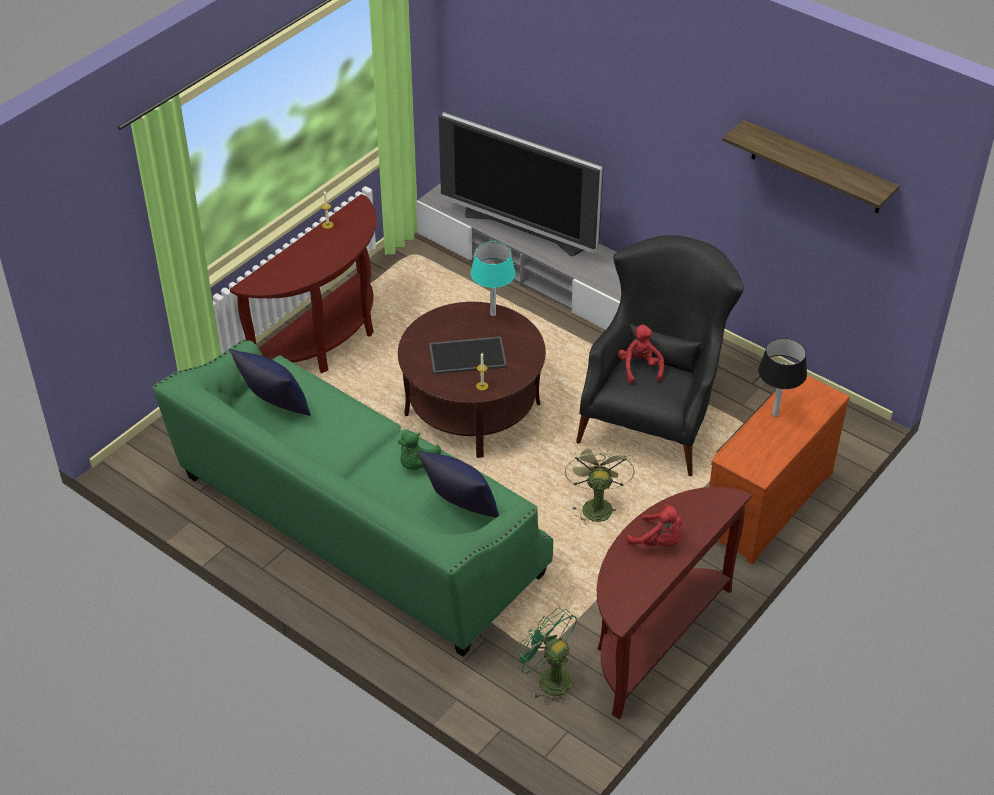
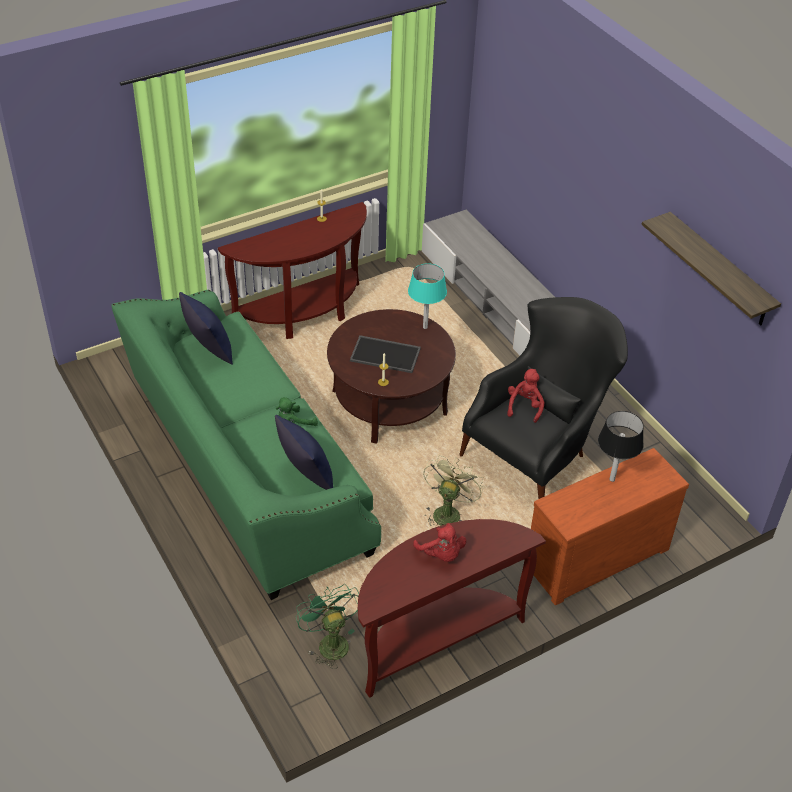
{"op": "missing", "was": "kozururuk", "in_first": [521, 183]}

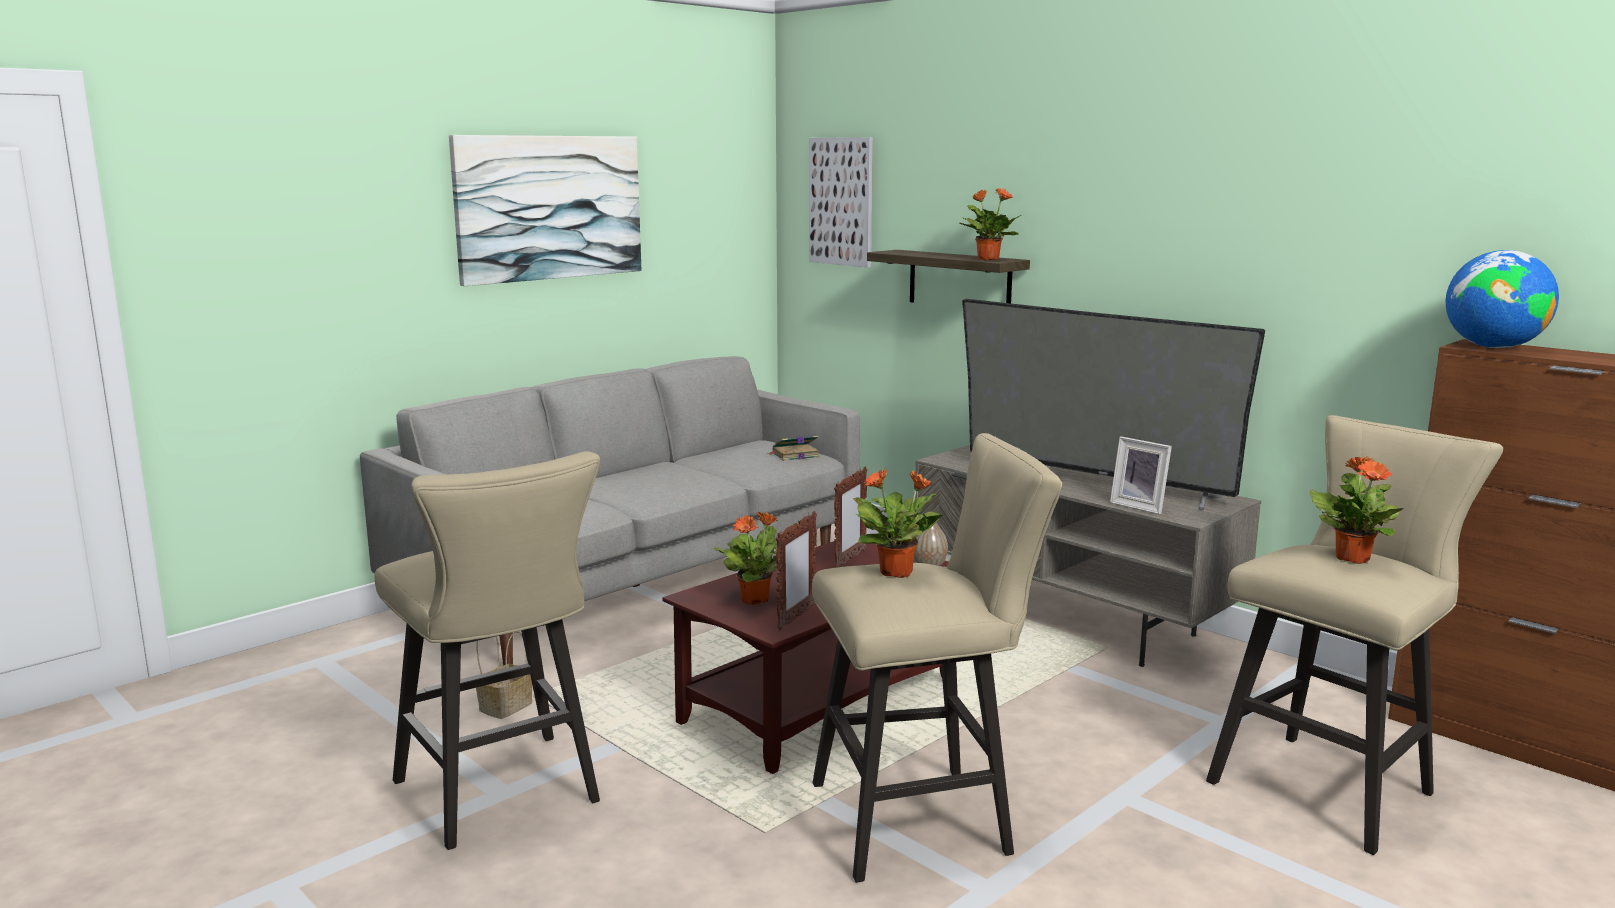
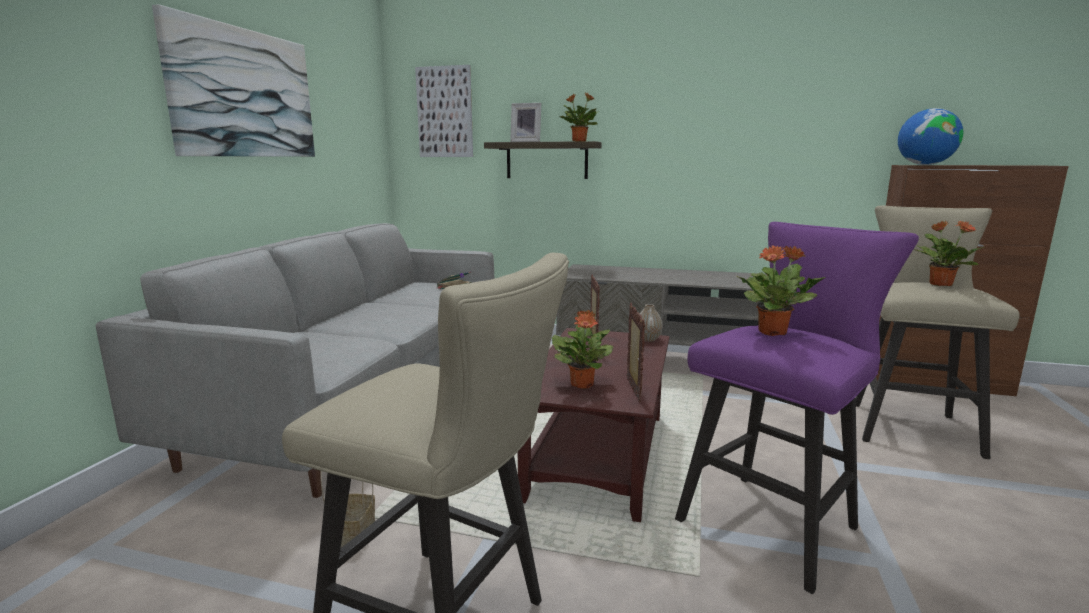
{"op": "relocated", "was": "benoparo", "in_first": [1141, 475], "in_second": [525, 122]}
{"op": "colour", "was": "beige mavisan", "now": "purple mavisan", "in_first": [937, 658], "in_second": [797, 408]}
{"op": "missing", "was": "kozururuk", "in_first": [1113, 405]}

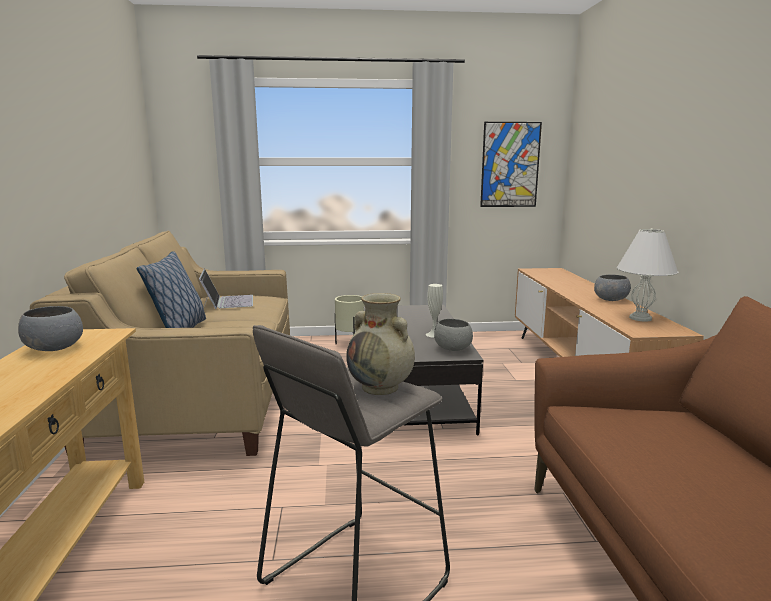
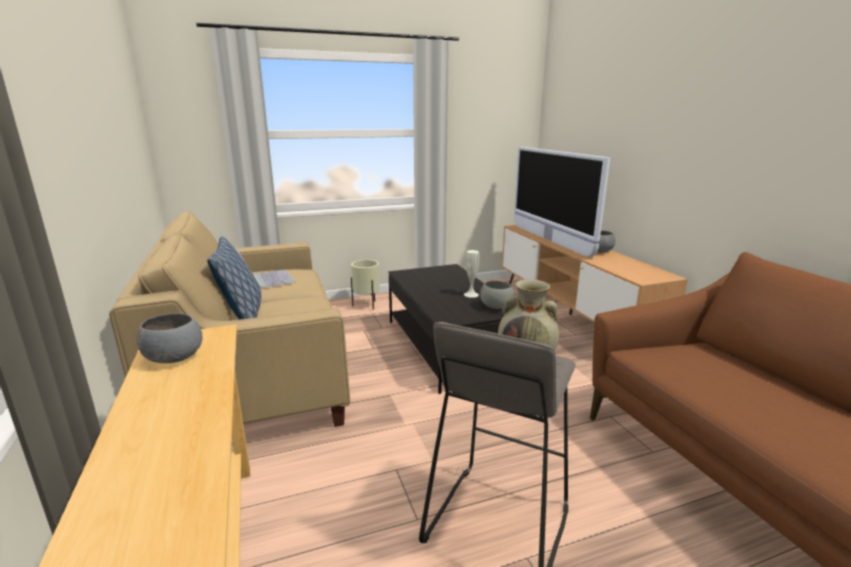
{"op": "appeared", "now": "kozururuk", "in_second": [562, 202]}
{"op": "missing", "was": "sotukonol", "in_first": [511, 164]}
{"op": "missing", "was": "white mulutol", "in_first": [647, 275]}

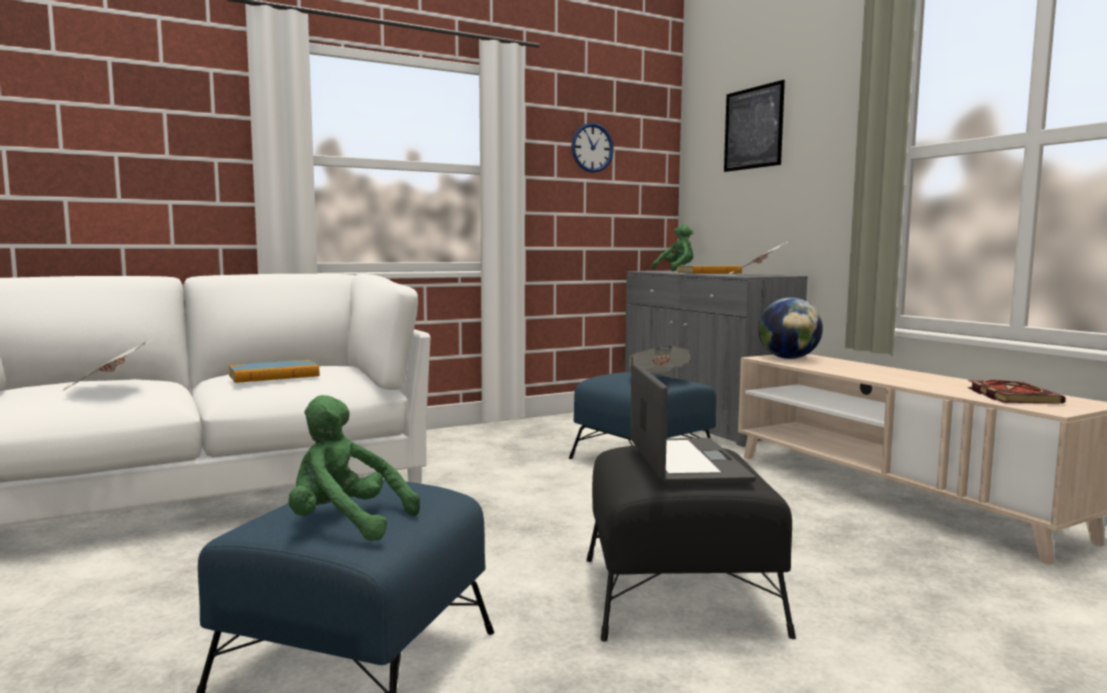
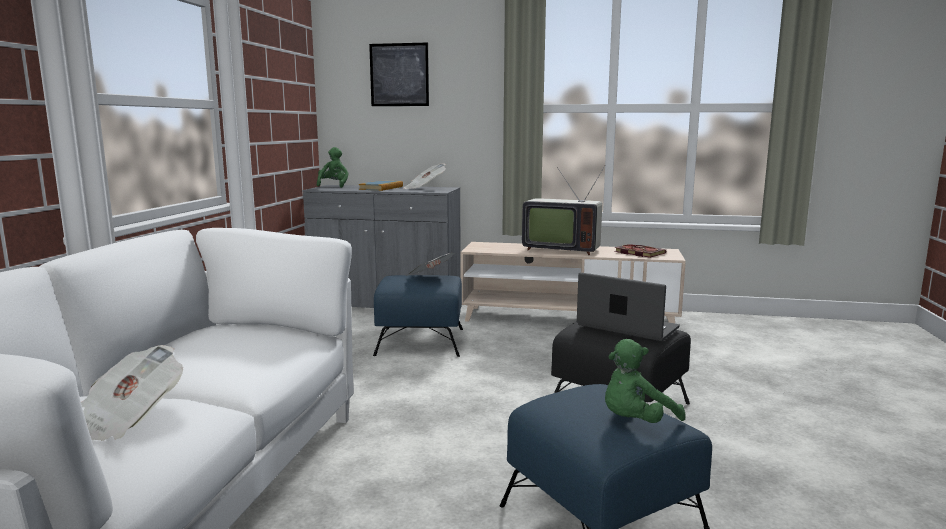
{"op": "appeared", "now": "kozururuk", "in_second": [563, 210]}
{"op": "missing", "was": "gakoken", "in_first": [273, 371]}
{"op": "missing", "was": "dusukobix", "in_first": [592, 148]}
{"op": "missing", "was": "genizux", "in_first": [790, 328]}

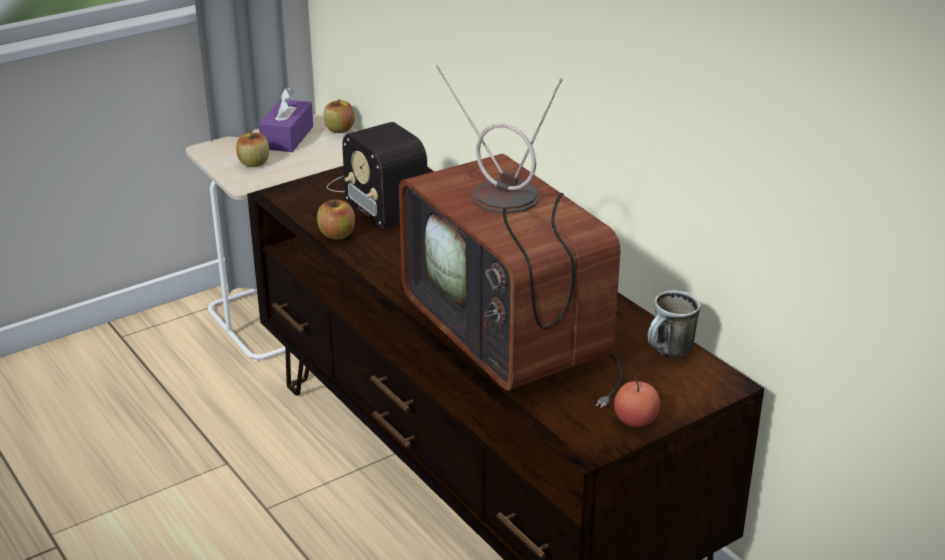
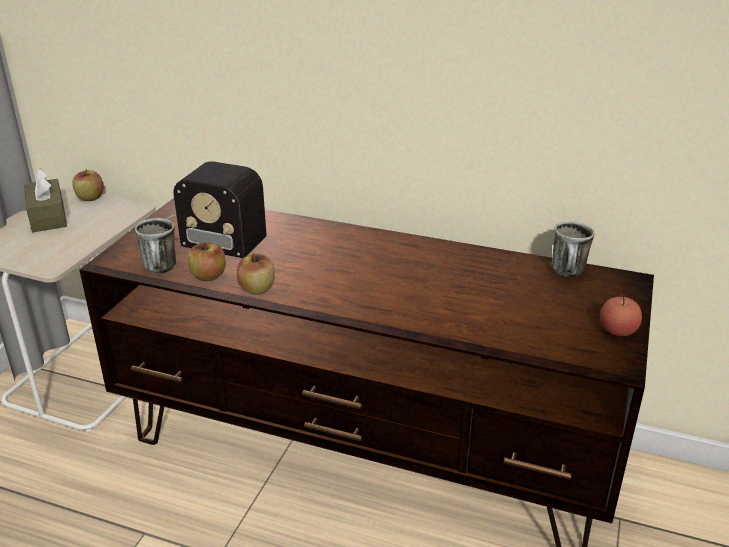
{"op": "colour", "was": "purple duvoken", "now": "brown duvoken", "in_first": [286, 120], "in_second": [45, 200]}
{"op": "appeared", "now": "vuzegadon", "in_second": [155, 246]}
{"op": "relocated", "was": "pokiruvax", "in_first": [252, 148], "in_second": [256, 274]}
{"op": "missing", "was": "kozururuk", "in_first": [511, 236]}

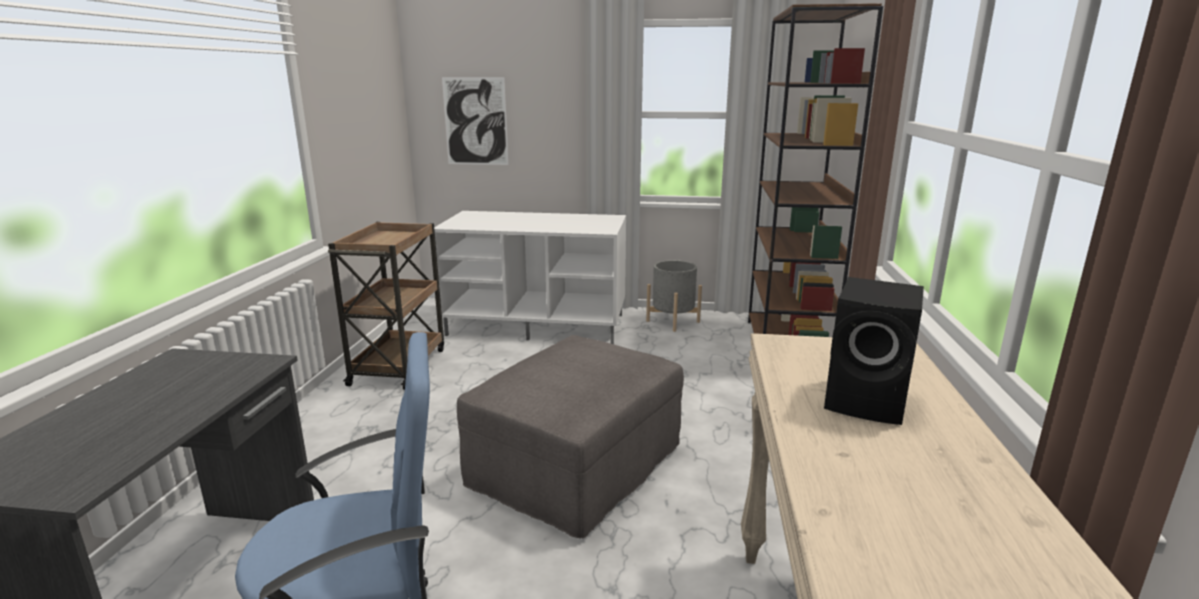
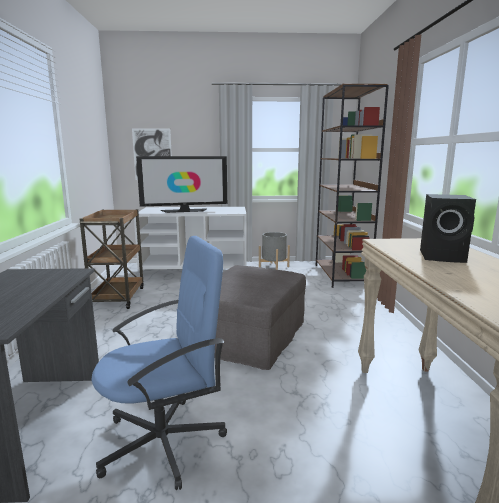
{"op": "appeared", "now": "kozururuk", "in_second": [181, 184]}

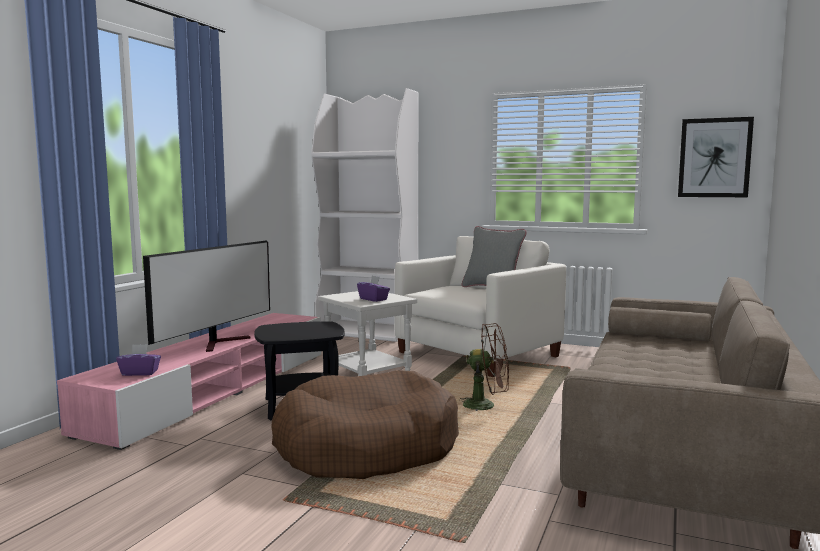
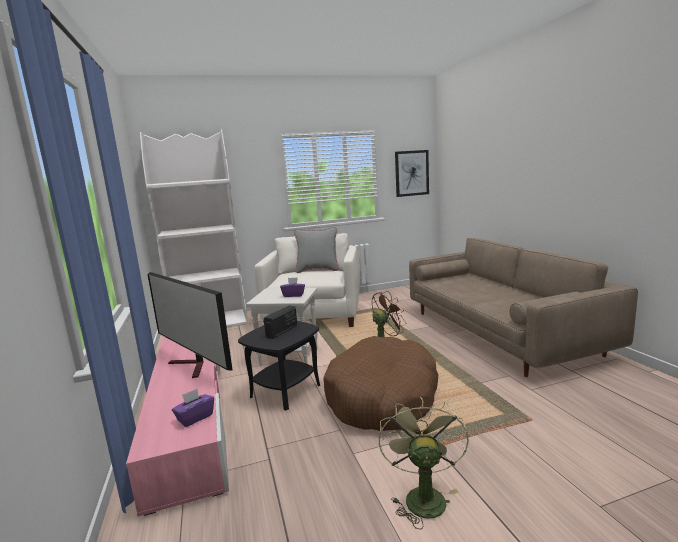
{"op": "spun", "was": "kozururuk", "in_first": [206, 296], "in_second": [190, 325], "clockwise": 150}
{"op": "appeared", "now": "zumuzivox", "in_second": [280, 322]}
{"op": "appeared", "now": "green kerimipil", "in_second": [424, 463]}

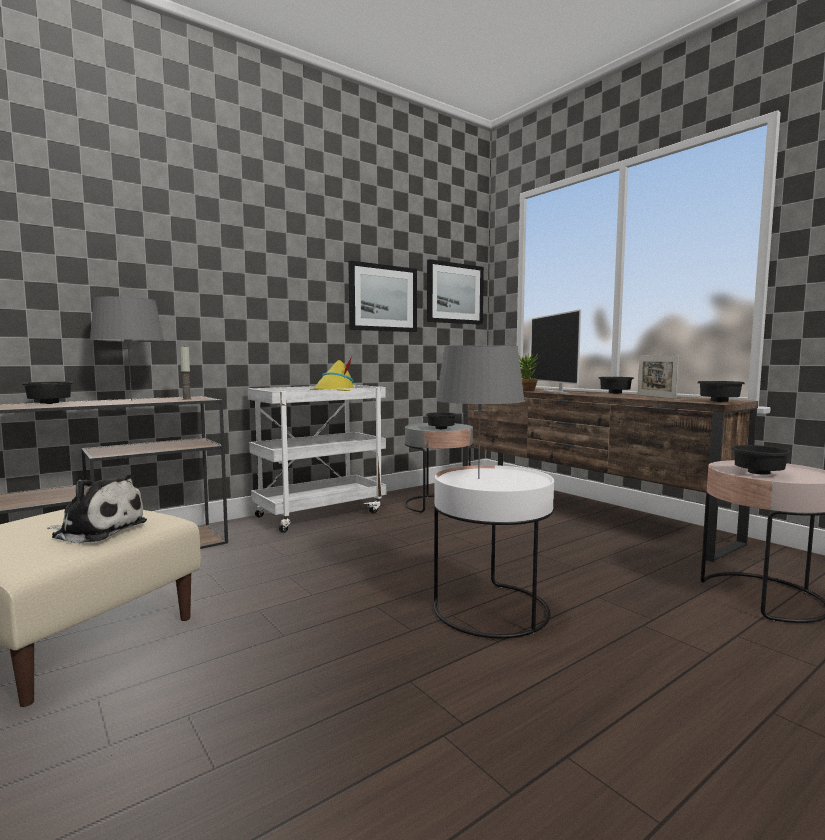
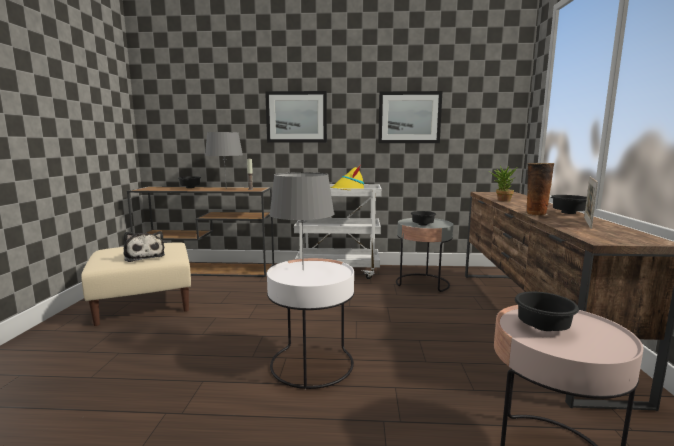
{"op": "relocated", "was": "sotukonol", "in_first": [455, 292], "in_second": [296, 117]}
{"op": "appeared", "now": "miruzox", "in_second": [540, 189]}
{"op": "missing", "was": "kozururuk", "in_first": [556, 351]}
{"op": "missing", "was": "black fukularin", "in_first": [721, 391]}

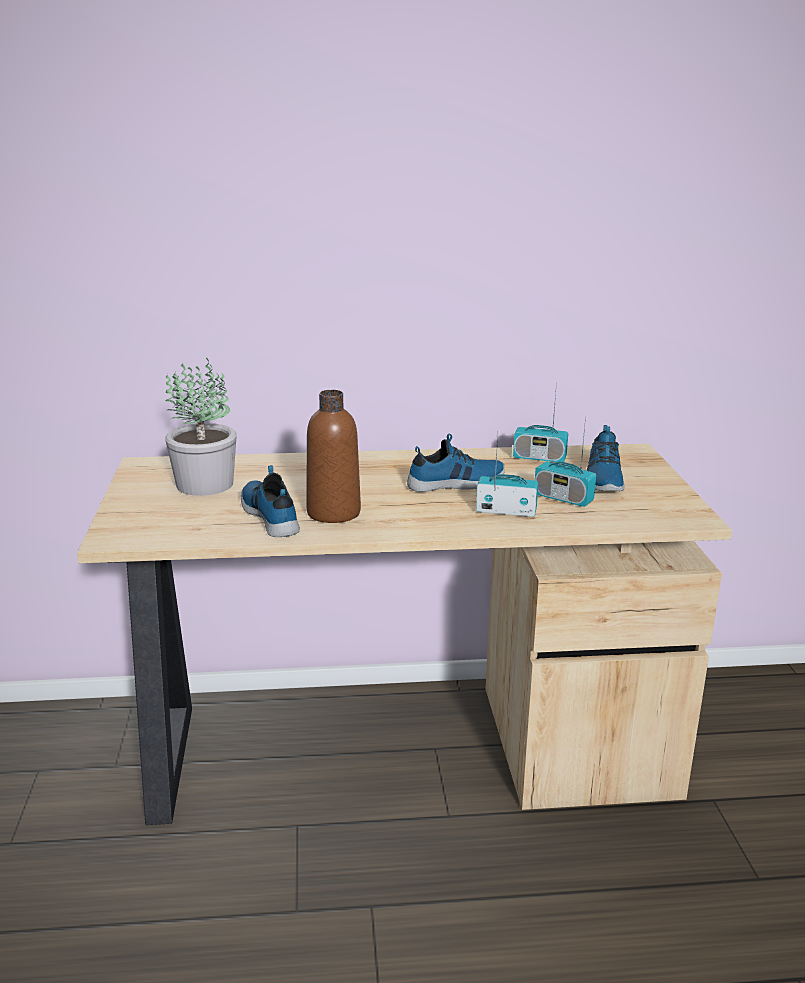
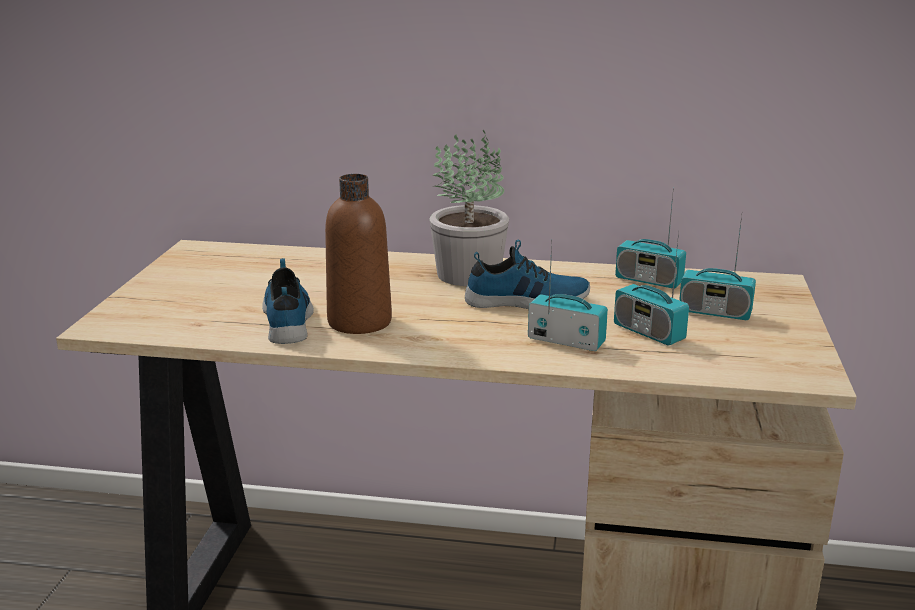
{"op": "relocated", "was": "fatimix", "in_first": [201, 426], "in_second": [469, 207]}
{"op": "exchanged", "was": "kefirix", "now": "zumuzivox", "in_first": [606, 458], "in_second": [717, 268]}

